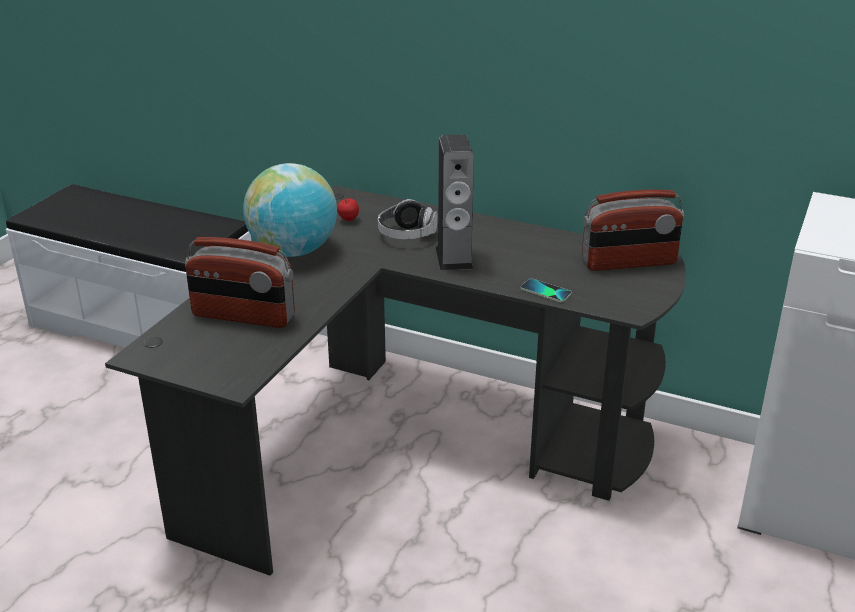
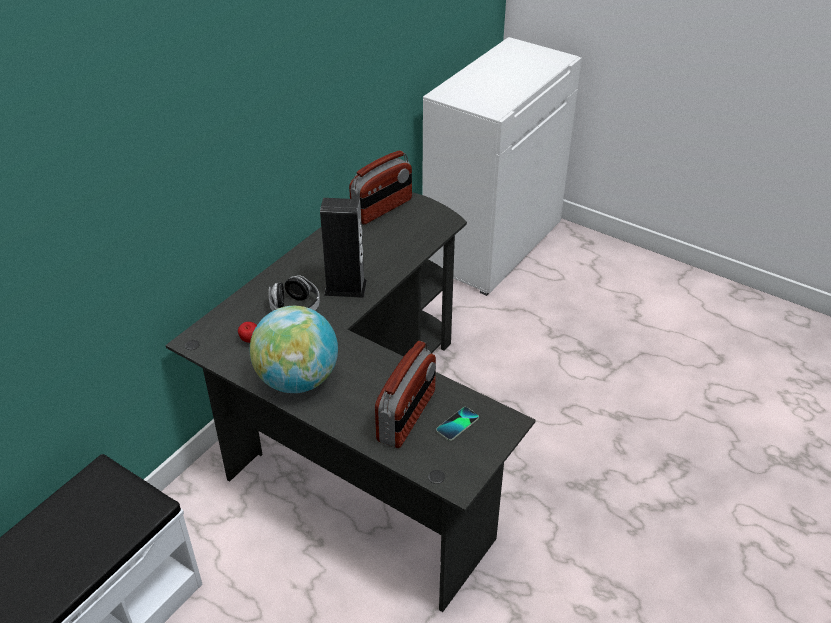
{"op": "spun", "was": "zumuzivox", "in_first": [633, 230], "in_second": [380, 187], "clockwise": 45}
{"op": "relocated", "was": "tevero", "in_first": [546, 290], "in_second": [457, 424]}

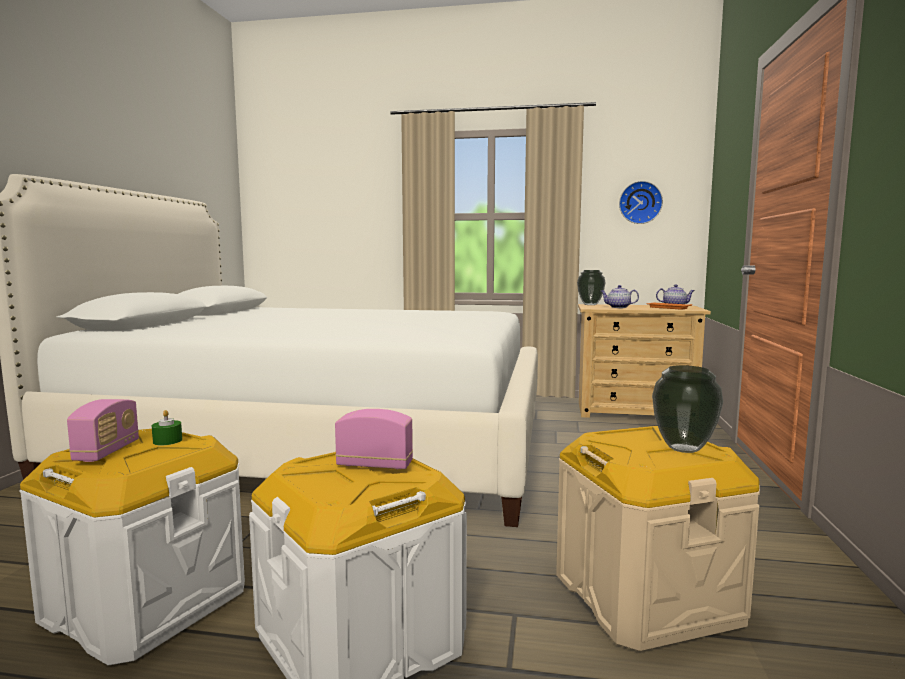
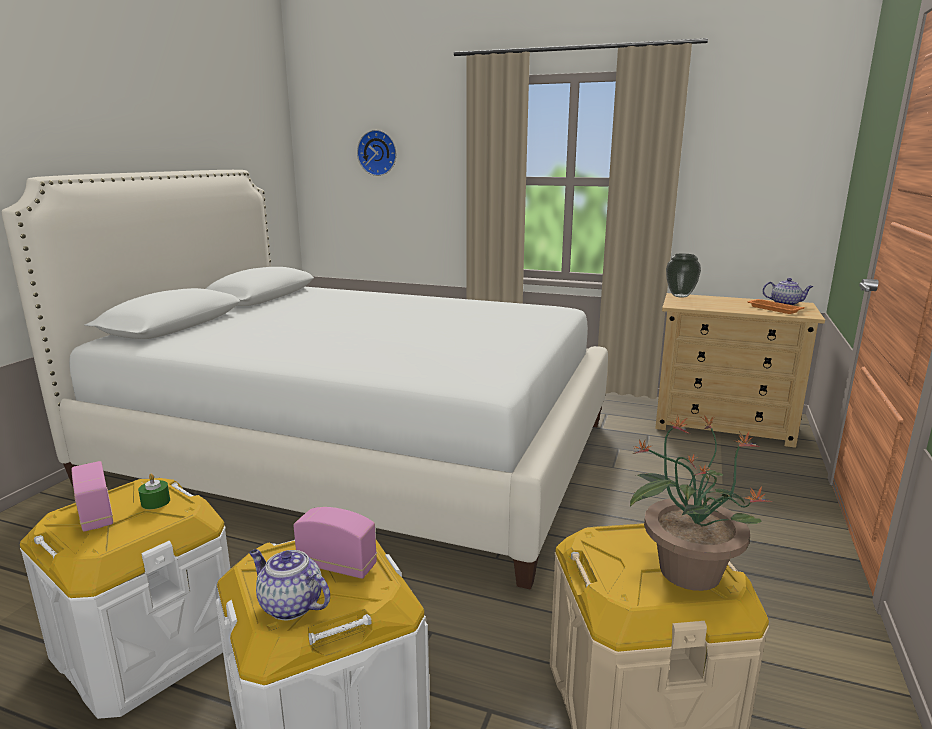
{"op": "spun", "was": "zumuzivox", "in_first": [103, 430], "in_second": [92, 496], "clockwise": 135}
{"op": "relocated", "was": "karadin", "in_first": [620, 296], "in_second": [289, 585]}
{"op": "relocated", "was": "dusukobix", "in_first": [641, 202], "in_second": [376, 153]}
{"op": "exchanged", "was": "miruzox", "now": "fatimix", "in_first": [687, 409], "in_second": [701, 502]}

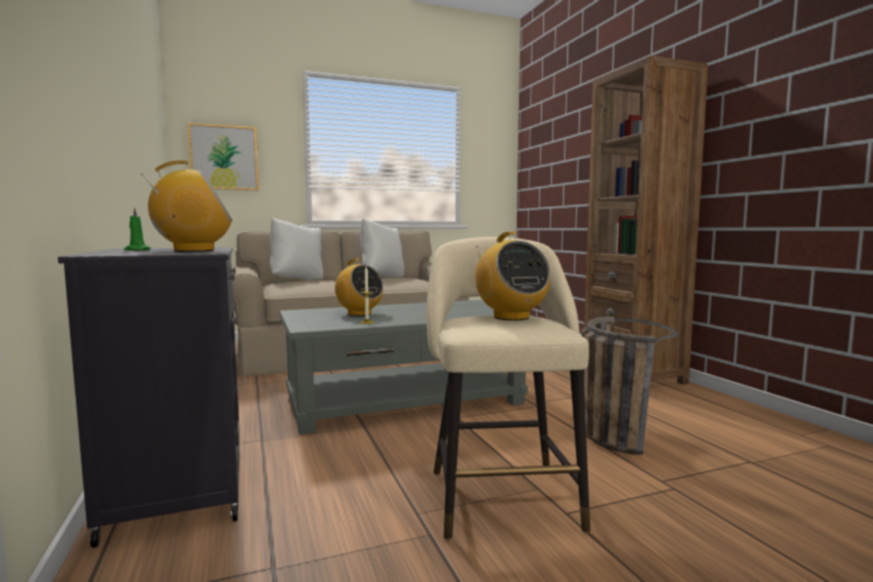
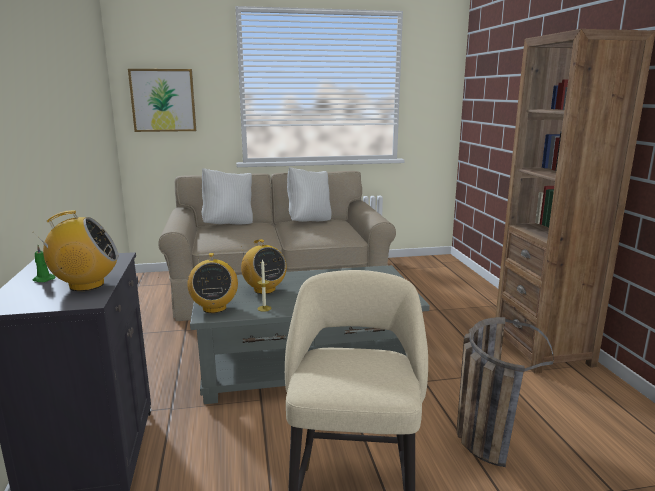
{"op": "relocated", "was": "zumuzivox", "in_first": [512, 276], "in_second": [212, 283]}

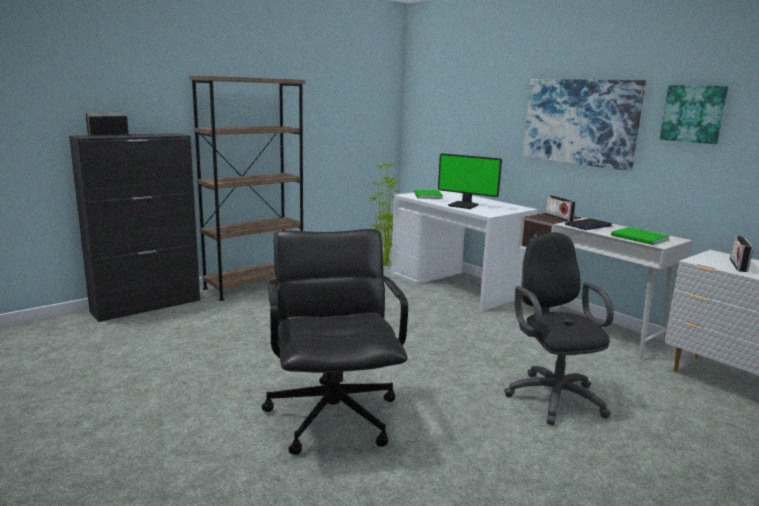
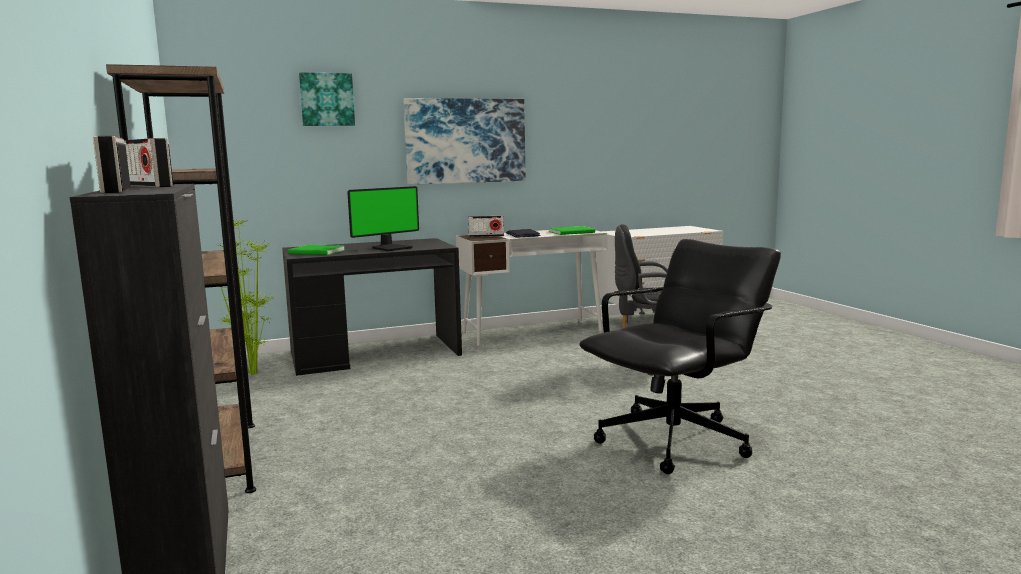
{"op": "relocated", "was": "zumuzivox", "in_first": [741, 254], "in_second": [148, 162]}
{"op": "colour", "was": "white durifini", "now": "black durifini", "in_first": [464, 250], "in_second": [372, 307]}
{"op": "relocated", "was": "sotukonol", "in_first": [694, 114], "in_second": [327, 99]}
{"op": "spun", "was": "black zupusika", "in_first": [335, 342], "in_second": [680, 356], "clockwise": 135}

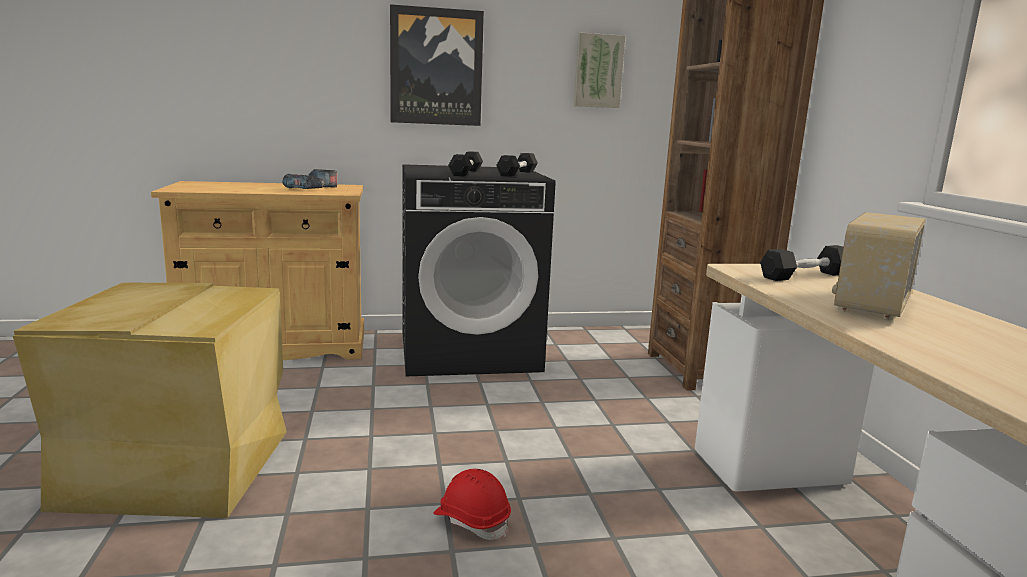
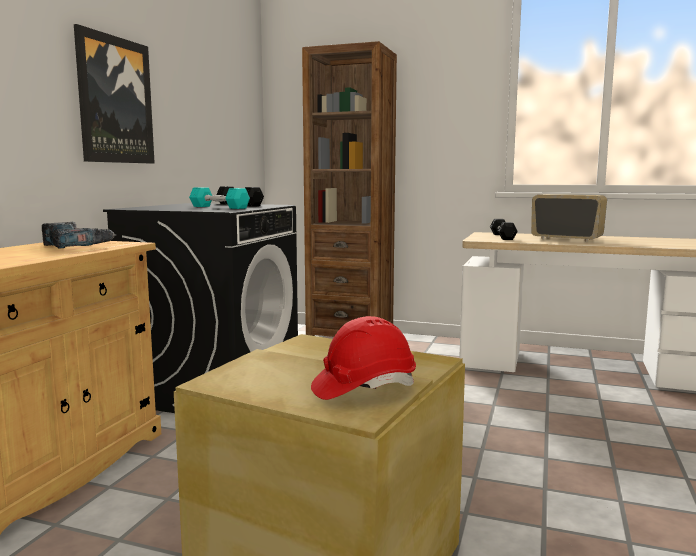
{"op": "colour", "was": "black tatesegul", "now": "turquoise tatesegul", "in_first": [465, 163], "in_second": [219, 198]}
{"op": "relocated", "was": "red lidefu", "in_first": [472, 504], "in_second": [363, 358]}
{"op": "spun", "was": "zumuzivox", "in_first": [879, 265], "in_second": [569, 218], "clockwise": 150}
{"op": "missing", "was": "sotukonol", "in_first": [599, 70]}

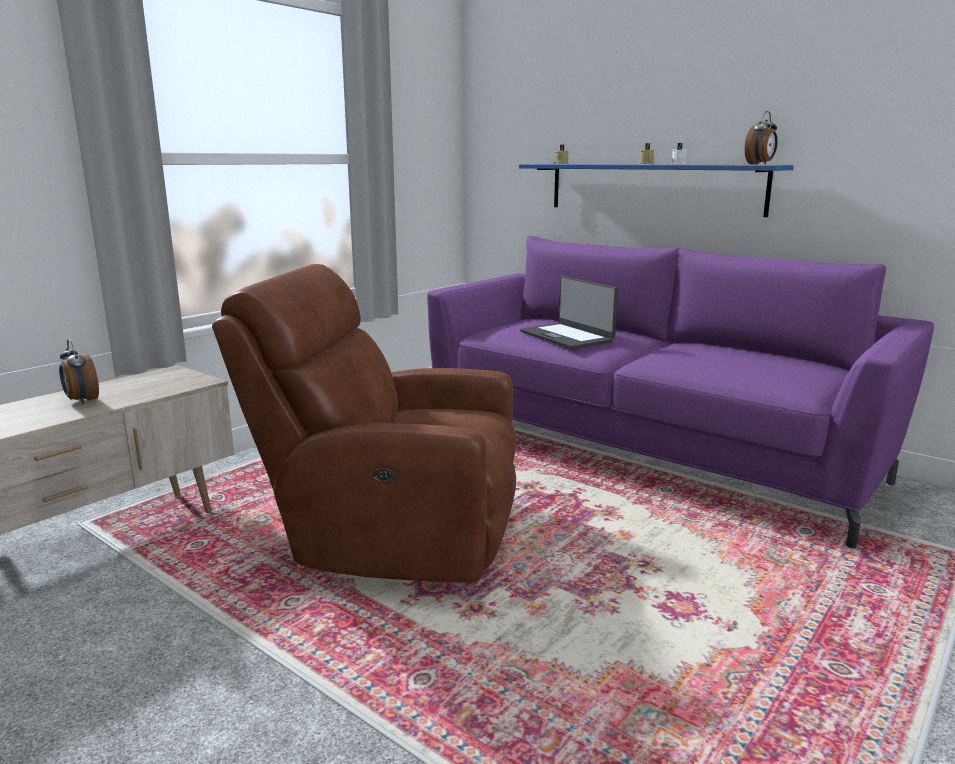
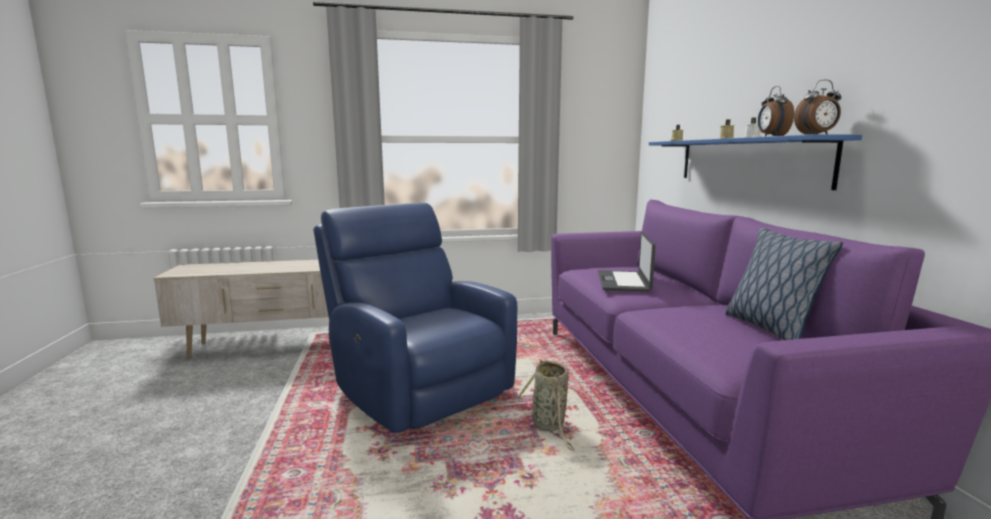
{"op": "colour", "was": "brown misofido", "now": "blue misofido", "in_first": [364, 423], "in_second": [415, 318]}
{"op": "appeared", "now": "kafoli", "in_second": [545, 405]}
{"op": "appeared", "now": "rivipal", "in_second": [784, 284]}
{"op": "relocated", "was": "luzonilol", "in_first": [79, 371], "in_second": [776, 111]}

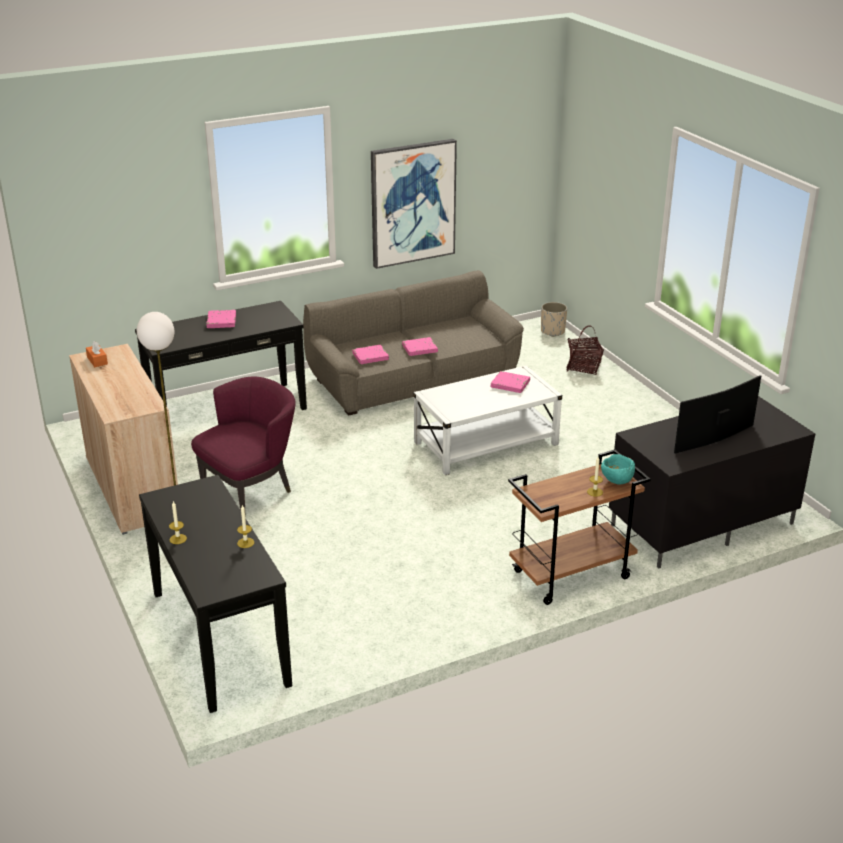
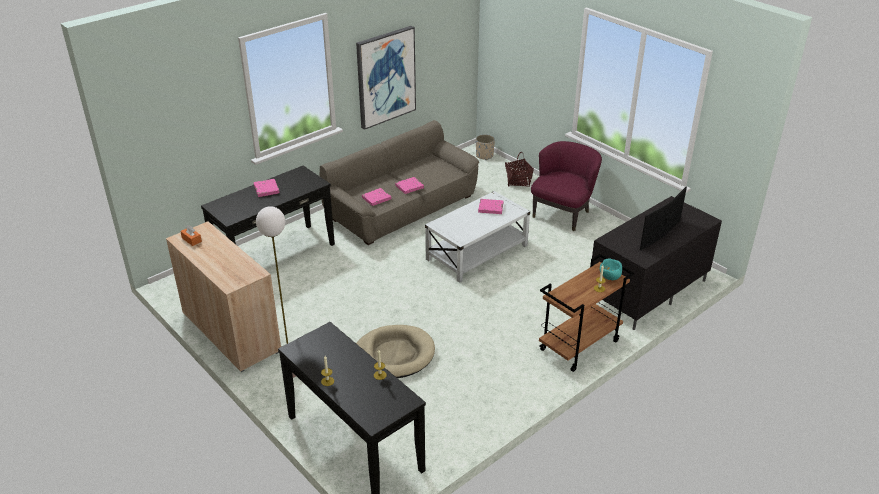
{"op": "appeared", "now": "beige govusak", "in_second": [395, 351]}
{"op": "relocated", "was": "purple misofido", "in_first": [243, 443], "in_second": [566, 186]}

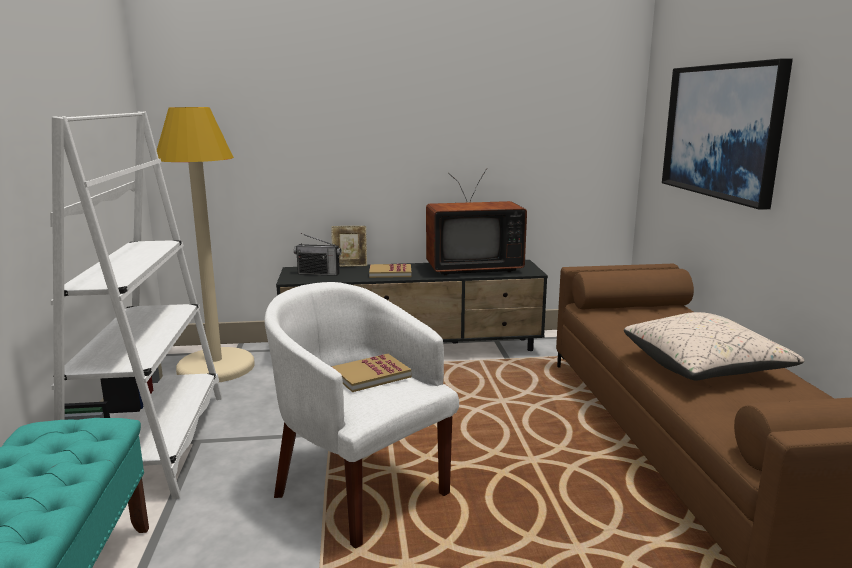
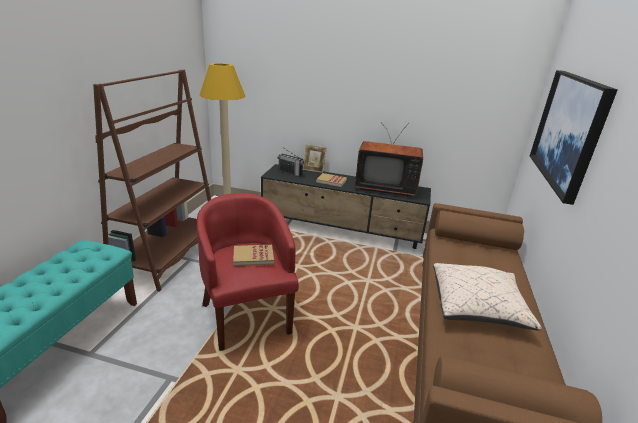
{"op": "colour", "was": "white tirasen", "now": "brown tirasen", "in_first": [136, 305], "in_second": [152, 180]}
{"op": "colour", "was": "white misofido", "now": "red misofido", "in_first": [361, 415], "in_second": [248, 272]}

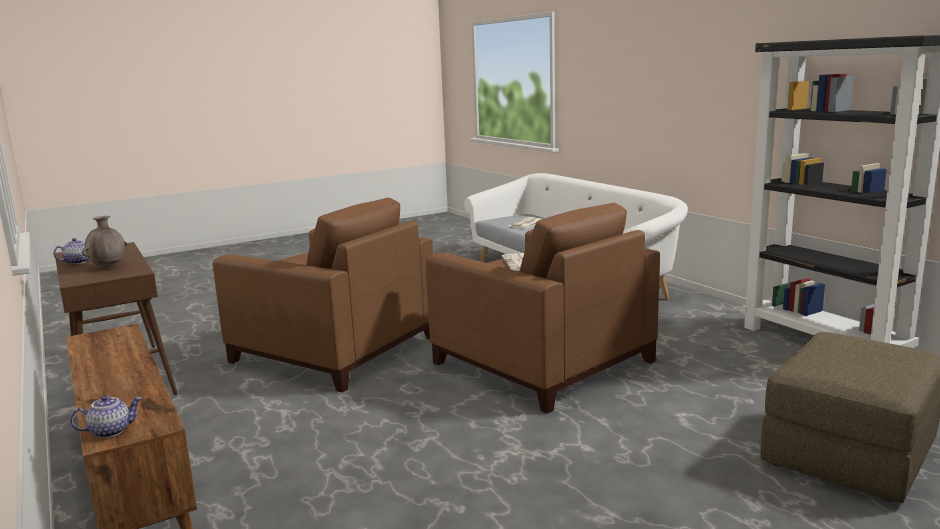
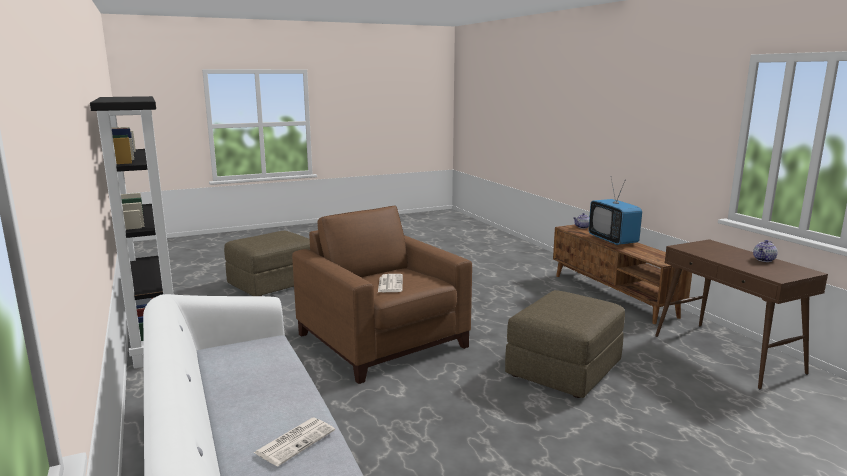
{"op": "exchanged", "was": "brown misofido", "now": "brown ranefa", "in_first": [323, 295], "in_second": [565, 344]}
{"op": "appeared", "now": "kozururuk", "in_second": [615, 211]}
{"op": "missing", "was": "brown miruzox", "in_first": [105, 242]}

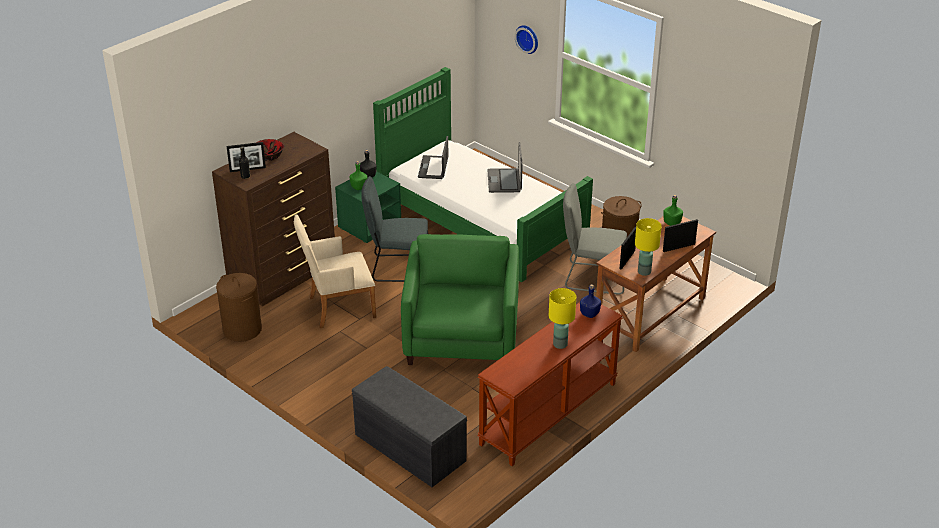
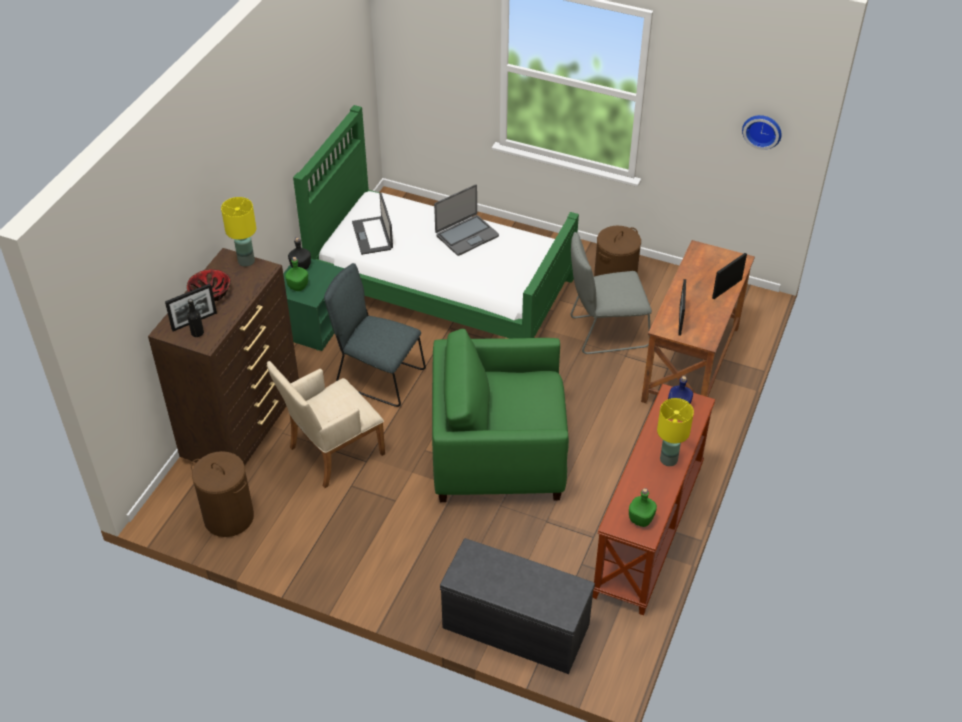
{"op": "relocated", "was": "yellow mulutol", "in_first": [648, 247], "in_second": [238, 232]}
{"op": "spun", "was": "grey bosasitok", "in_first": [394, 229], "in_second": [375, 335], "clockwise": 45}
{"op": "spun", "was": "green misofido", "in_first": [460, 299], "in_second": [500, 415], "clockwise": -75}
{"op": "spun", "was": "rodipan", "in_first": [505, 167], "in_second": [466, 220], "clockwise": -105}
{"op": "relocated", "was": "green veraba", "in_first": [673, 210], "in_second": [643, 507]}
{"op": "relocated", "was": "dusukobix", "in_first": [526, 39], "in_second": [762, 132]}

